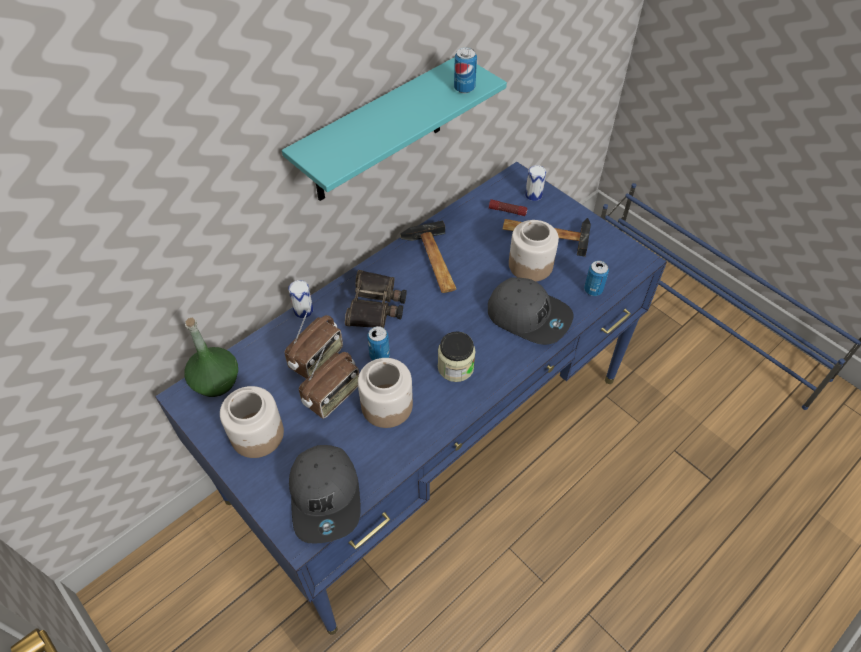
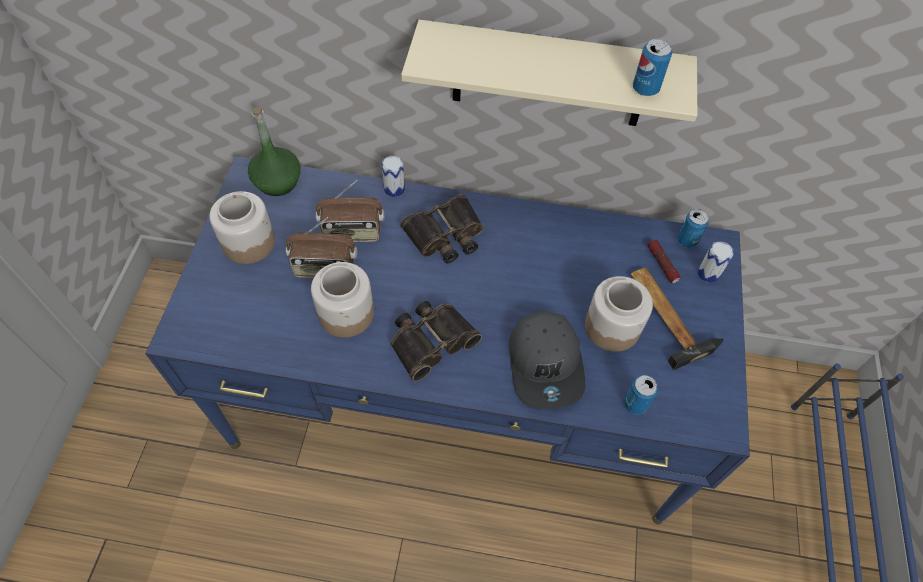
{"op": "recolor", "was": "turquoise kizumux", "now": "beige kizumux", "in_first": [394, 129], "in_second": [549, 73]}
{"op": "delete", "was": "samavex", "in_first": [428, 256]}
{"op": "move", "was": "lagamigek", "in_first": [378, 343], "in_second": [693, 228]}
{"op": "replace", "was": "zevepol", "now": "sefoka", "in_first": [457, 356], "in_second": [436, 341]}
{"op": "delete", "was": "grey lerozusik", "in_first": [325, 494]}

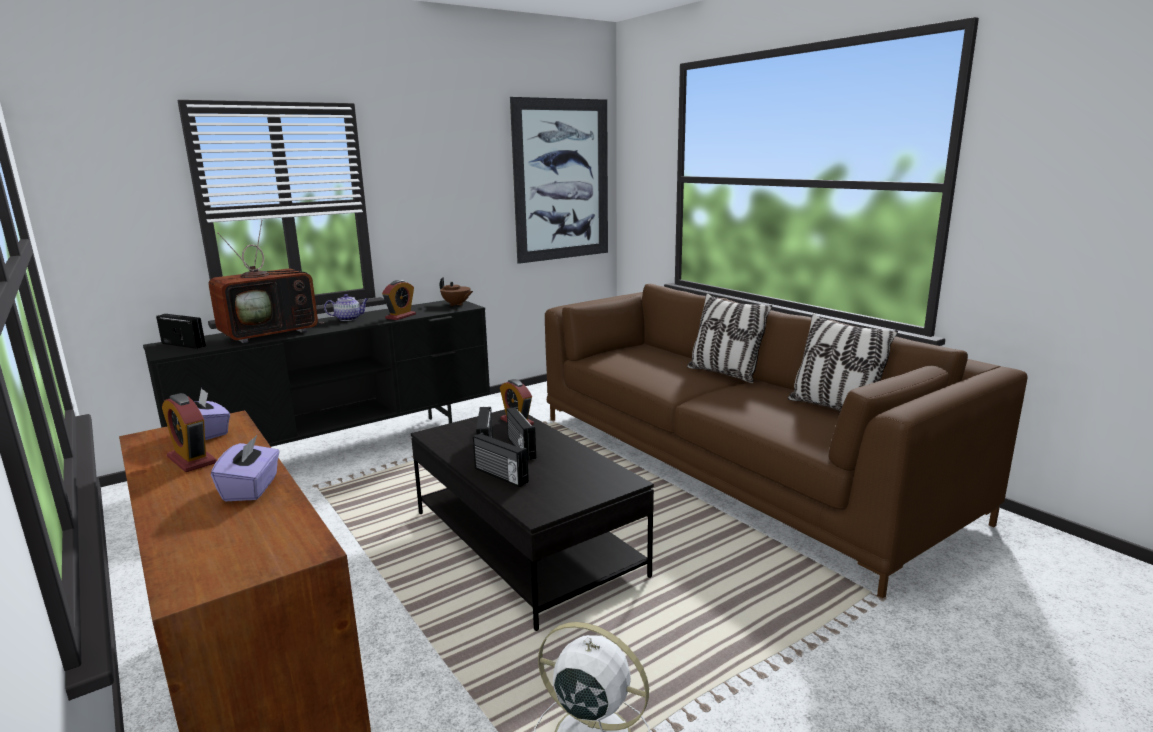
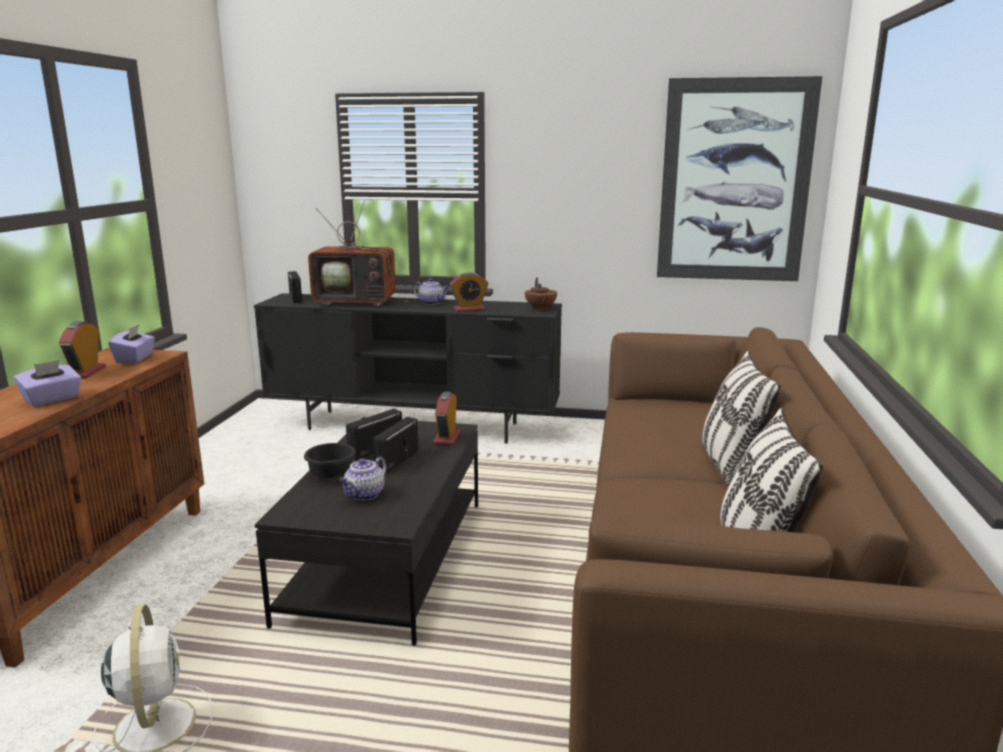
{"op": "replace", "was": "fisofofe", "now": "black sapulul", "in_first": [501, 460], "in_second": [330, 460]}
{"op": "insert", "now": "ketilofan", "in_second": [363, 478]}

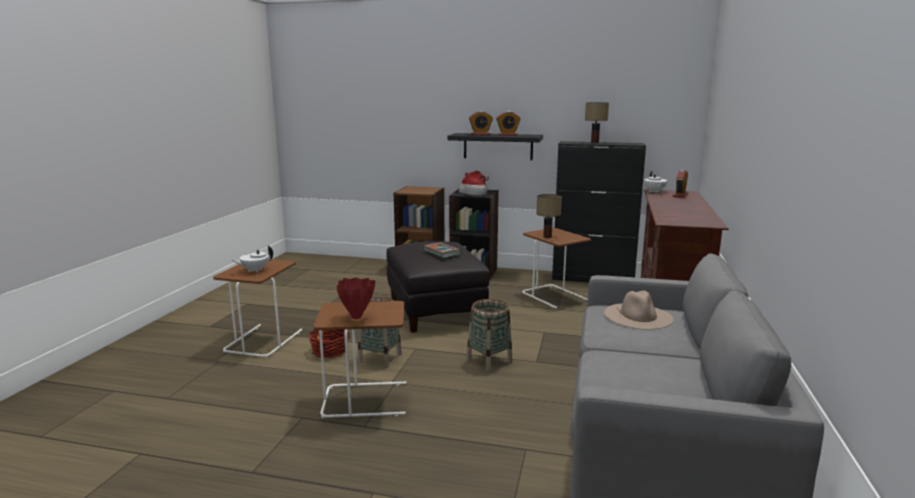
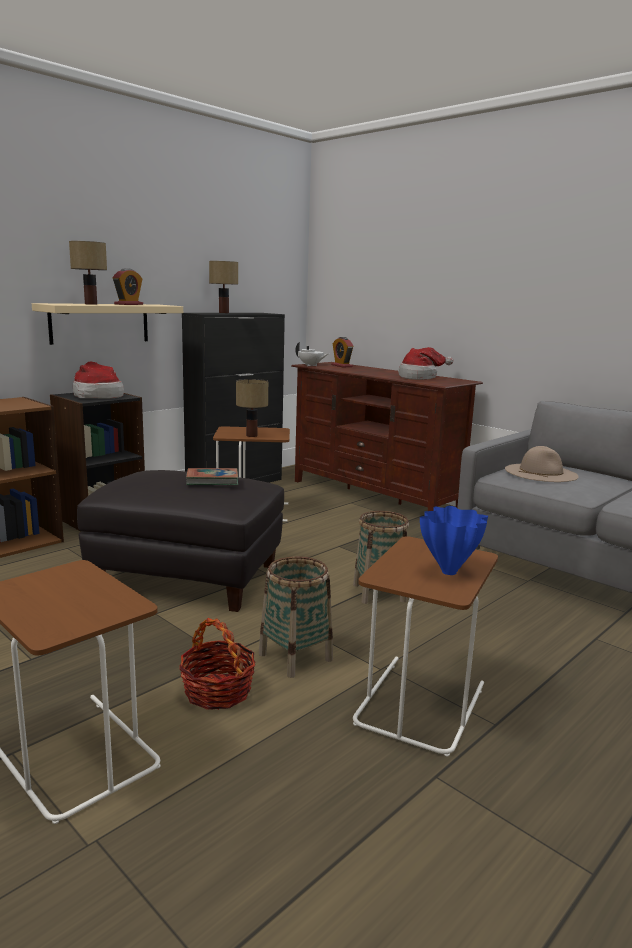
{"op": "replace", "was": "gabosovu", "now": "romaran", "in_first": [481, 123], "in_second": [88, 273]}
{"op": "recolor", "was": "black kizumux", "now": "beige kizumux", "in_first": [495, 146], "in_second": [107, 324]}
{"op": "delete", "was": "white ketilofan", "in_first": [252, 259]}
{"op": "recolor", "was": "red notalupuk", "now": "blue notalupuk", "in_first": [356, 298], "in_second": [454, 540]}
{"op": "insert", "now": "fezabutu", "in_second": [425, 363]}

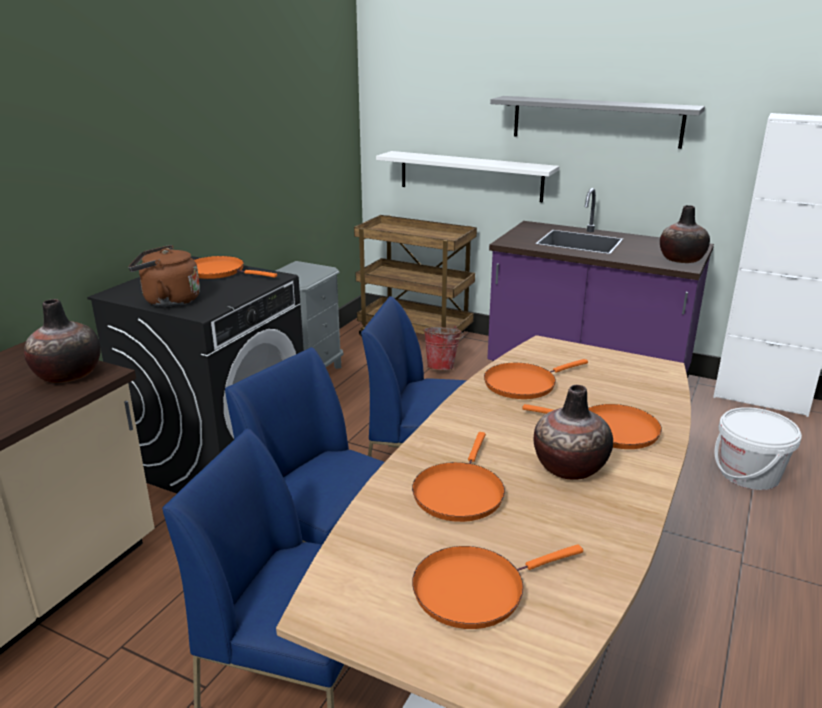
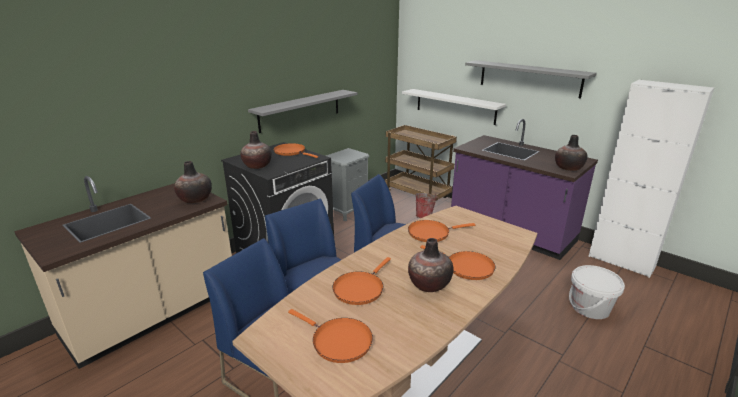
{"op": "replace", "was": "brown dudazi", "now": "notalupuk", "in_first": [164, 276], "in_second": [256, 150]}
{"op": "rotate", "was": "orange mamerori", "in_first": [497, 586], "in_second": [330, 336], "clockwise": -135}
{"op": "insert", "now": "grey kizumux", "in_second": [302, 111]}

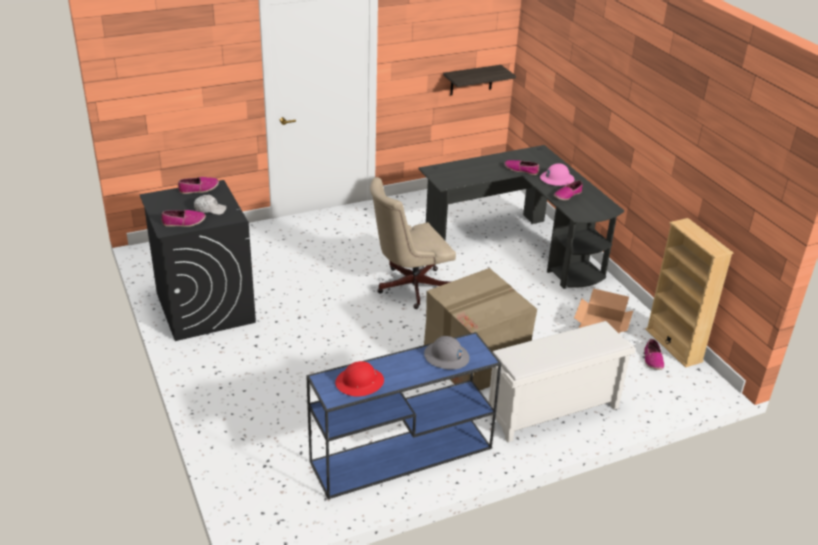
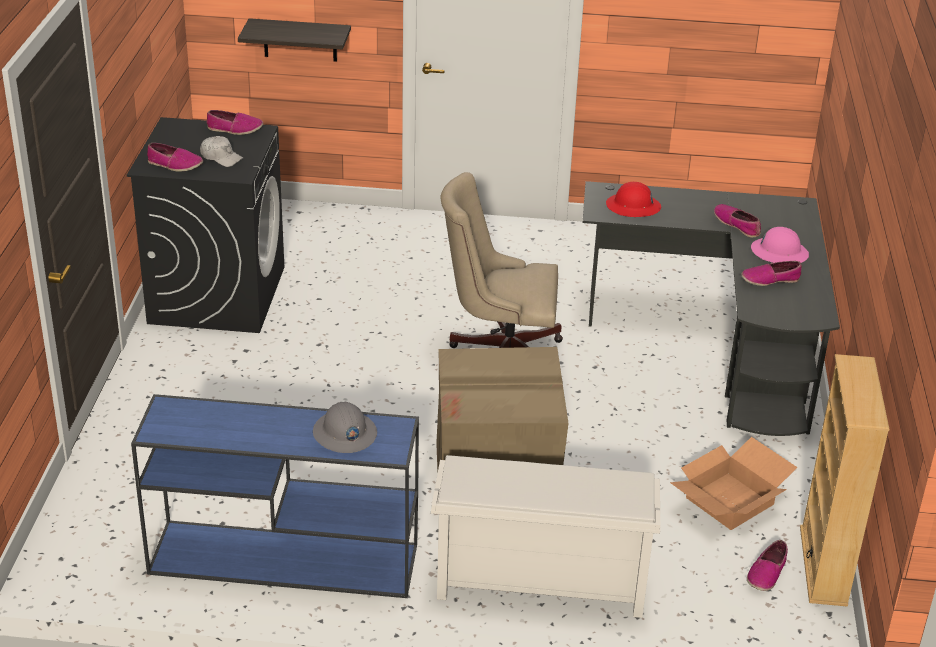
{"op": "move", "was": "kizumux", "in_first": [479, 80], "in_second": [294, 40]}
{"op": "move", "was": "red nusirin", "in_first": [359, 379], "in_second": [633, 199]}

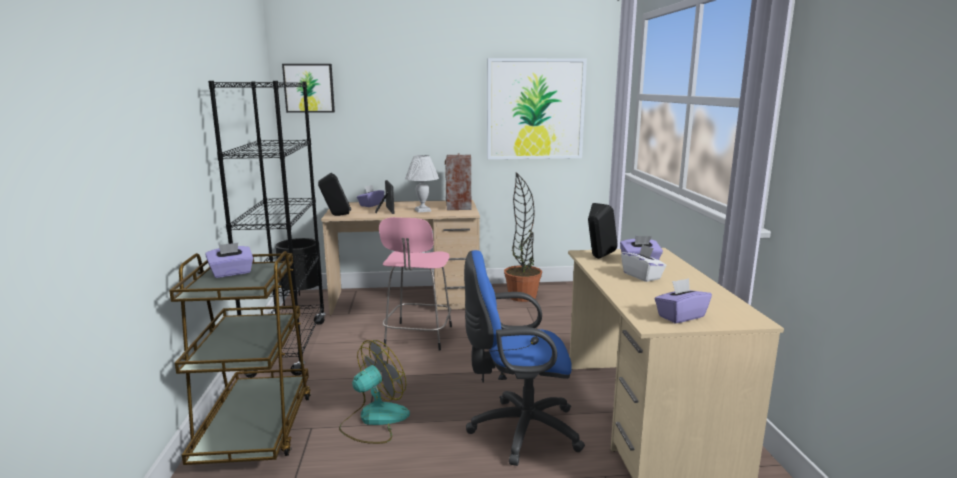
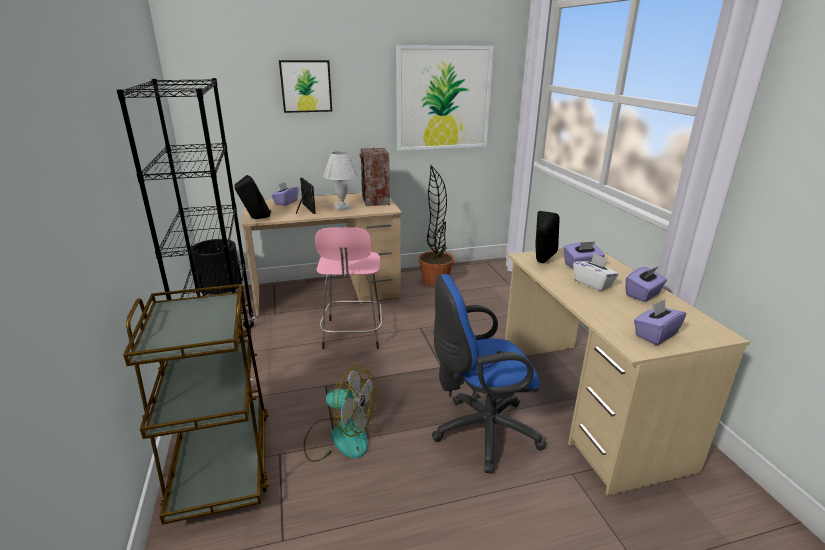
{"op": "move", "was": "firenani", "in_first": [308, 88], "in_second": [305, 86]}
{"op": "move", "was": "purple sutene", "in_first": [229, 260], "in_second": [646, 284]}
{"op": "rotate", "was": "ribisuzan", "in_first": [374, 392], "in_second": [340, 413], "clockwise": 75}

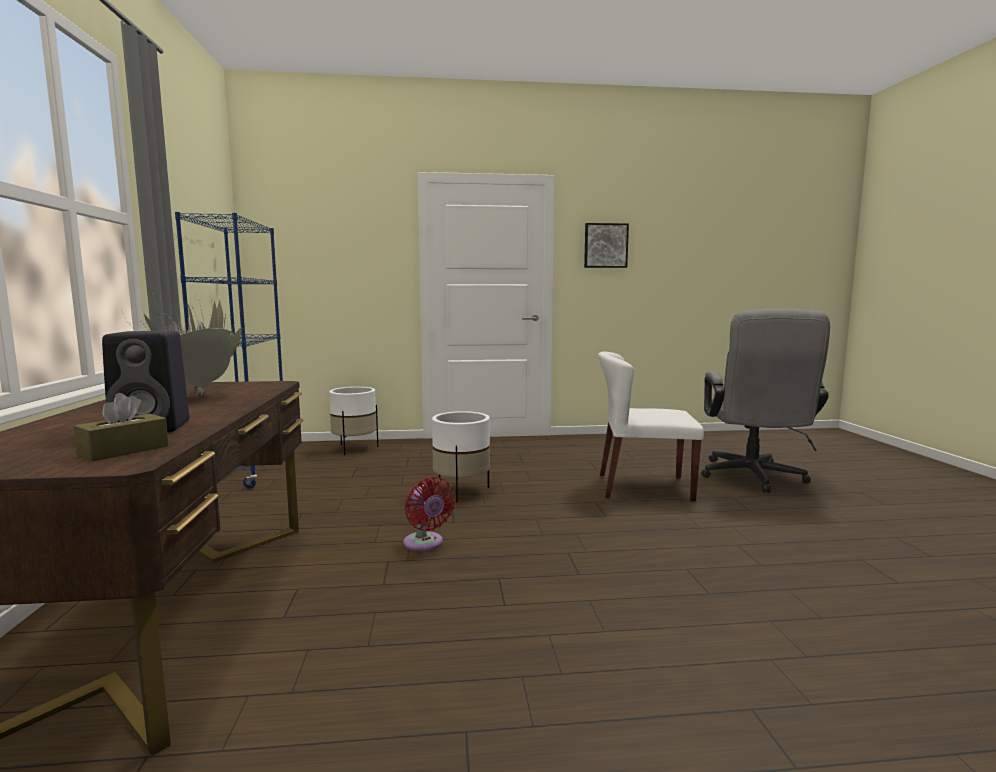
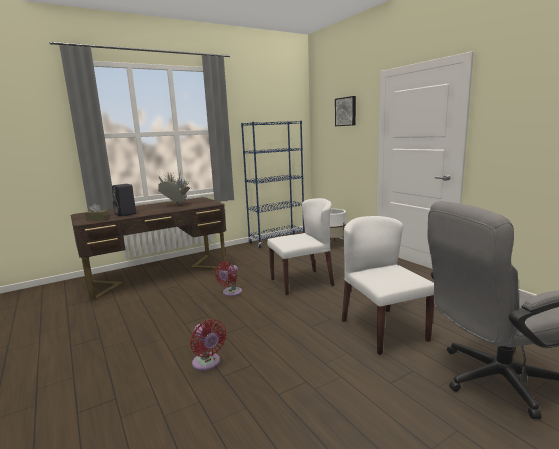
{"op": "move", "was": "firenani", "in_first": [606, 245], "in_second": [345, 111]}
{"op": "replace", "was": "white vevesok", "now": "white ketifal", "in_first": [461, 457], "in_second": [300, 246]}
{"op": "insert", "now": "red ribisuzan", "in_second": [208, 345]}

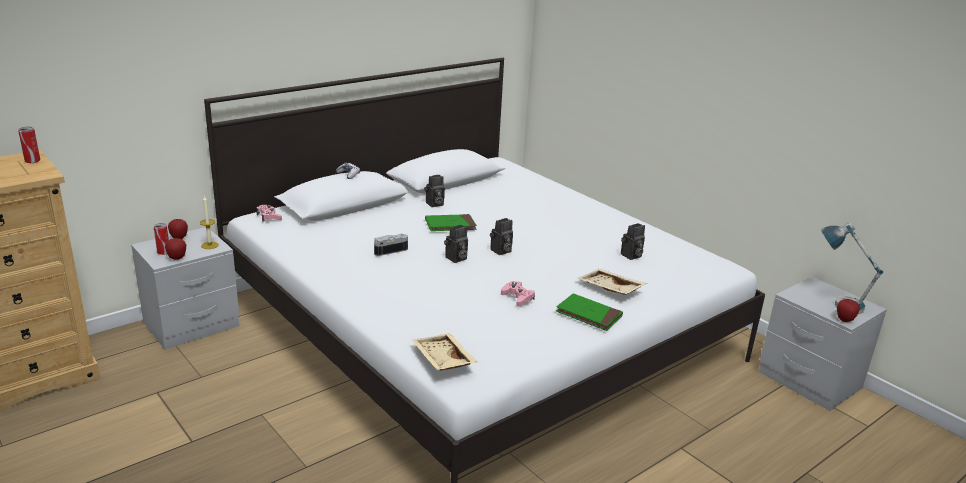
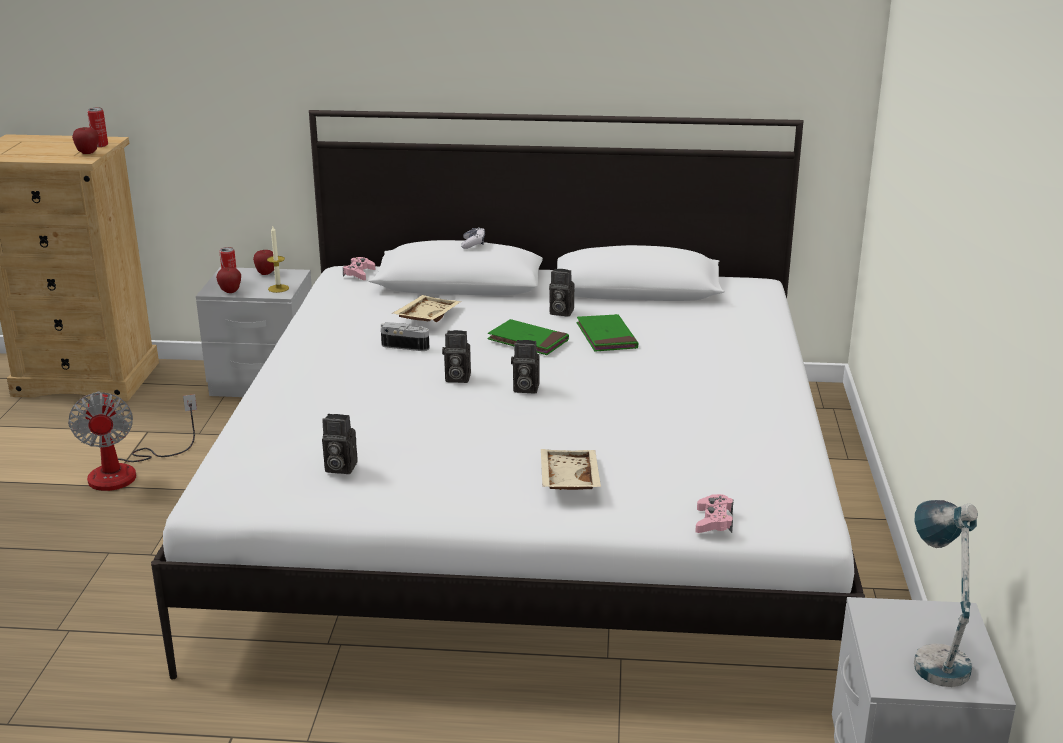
{"op": "move", "was": "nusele", "in_first": [633, 241], "in_second": [340, 444]}
{"op": "move", "was": "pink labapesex", "in_first": [518, 294], "in_second": [714, 513]}
{"op": "move", "was": "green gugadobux", "in_first": [589, 312], "in_second": [607, 333]}
{"op": "move", "was": "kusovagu", "in_first": [848, 310], "in_second": [85, 140]}
{"op": "move", "was": "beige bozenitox", "in_first": [444, 351], "in_second": [426, 308]}
{"op": "insert", "now": "ribisuzan", "in_second": [132, 441]}

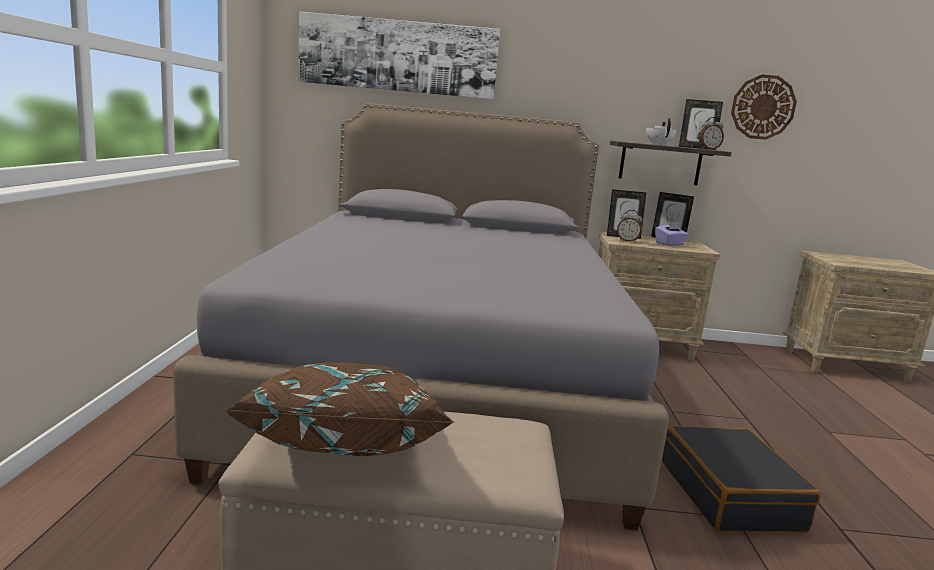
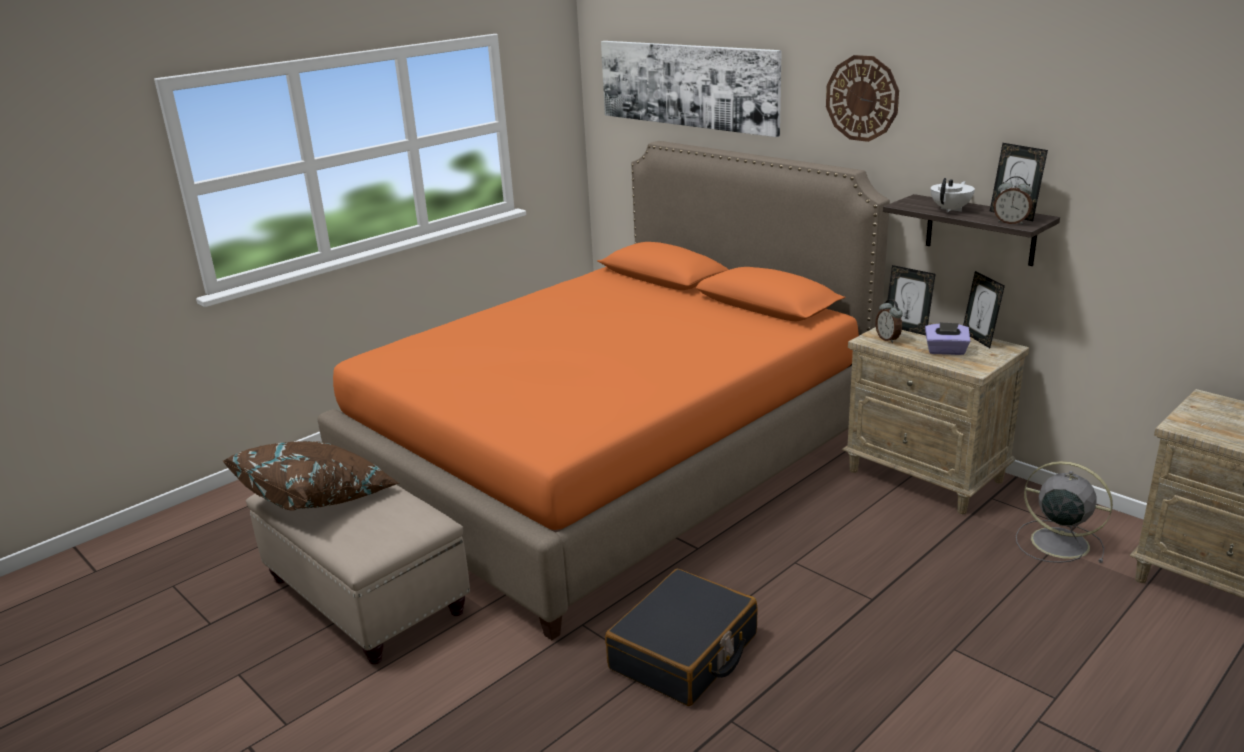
{"op": "move", "was": "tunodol", "in_first": [764, 107], "in_second": [862, 98]}
{"op": "recolor", "was": "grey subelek", "now": "orange subelek", "in_first": [421, 317], "in_second": [604, 390]}
{"op": "insert", "now": "grey ribisuzan", "in_second": [1064, 512]}

